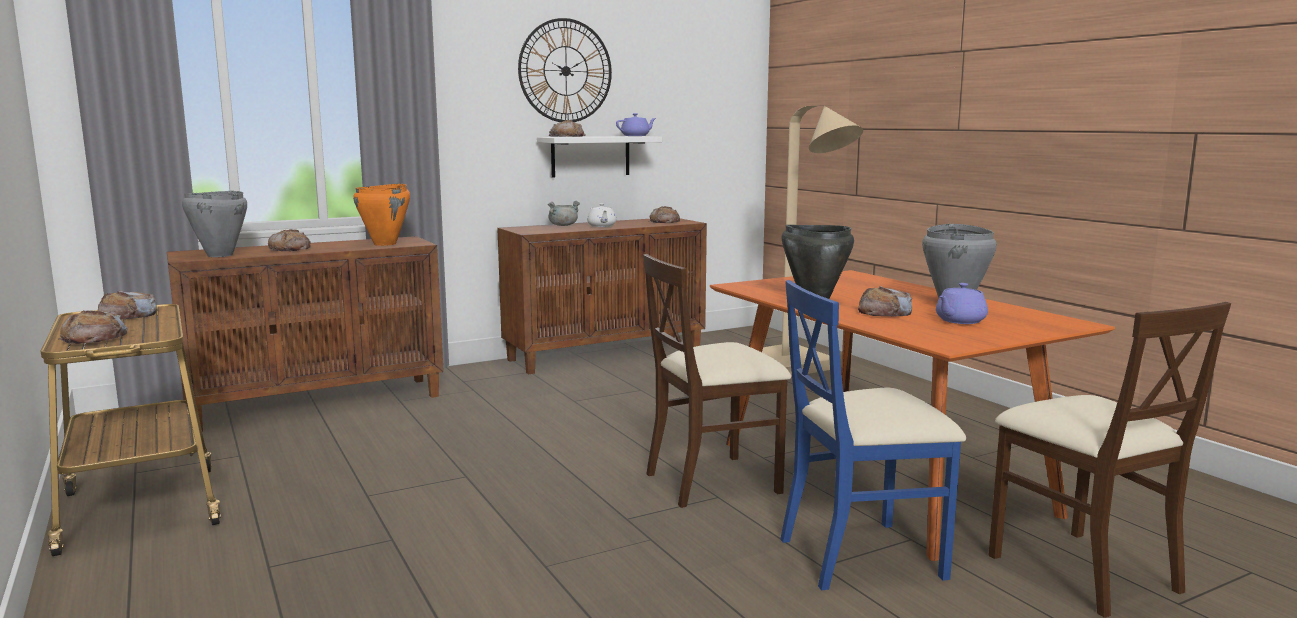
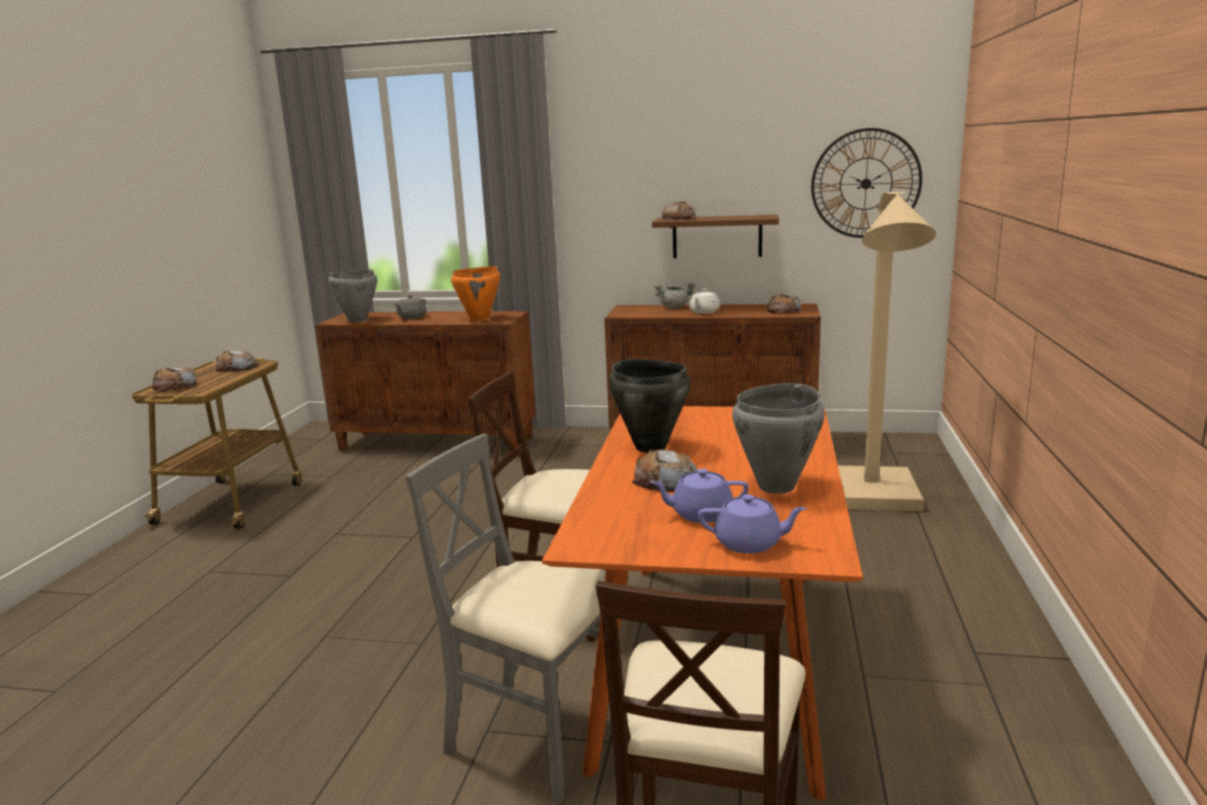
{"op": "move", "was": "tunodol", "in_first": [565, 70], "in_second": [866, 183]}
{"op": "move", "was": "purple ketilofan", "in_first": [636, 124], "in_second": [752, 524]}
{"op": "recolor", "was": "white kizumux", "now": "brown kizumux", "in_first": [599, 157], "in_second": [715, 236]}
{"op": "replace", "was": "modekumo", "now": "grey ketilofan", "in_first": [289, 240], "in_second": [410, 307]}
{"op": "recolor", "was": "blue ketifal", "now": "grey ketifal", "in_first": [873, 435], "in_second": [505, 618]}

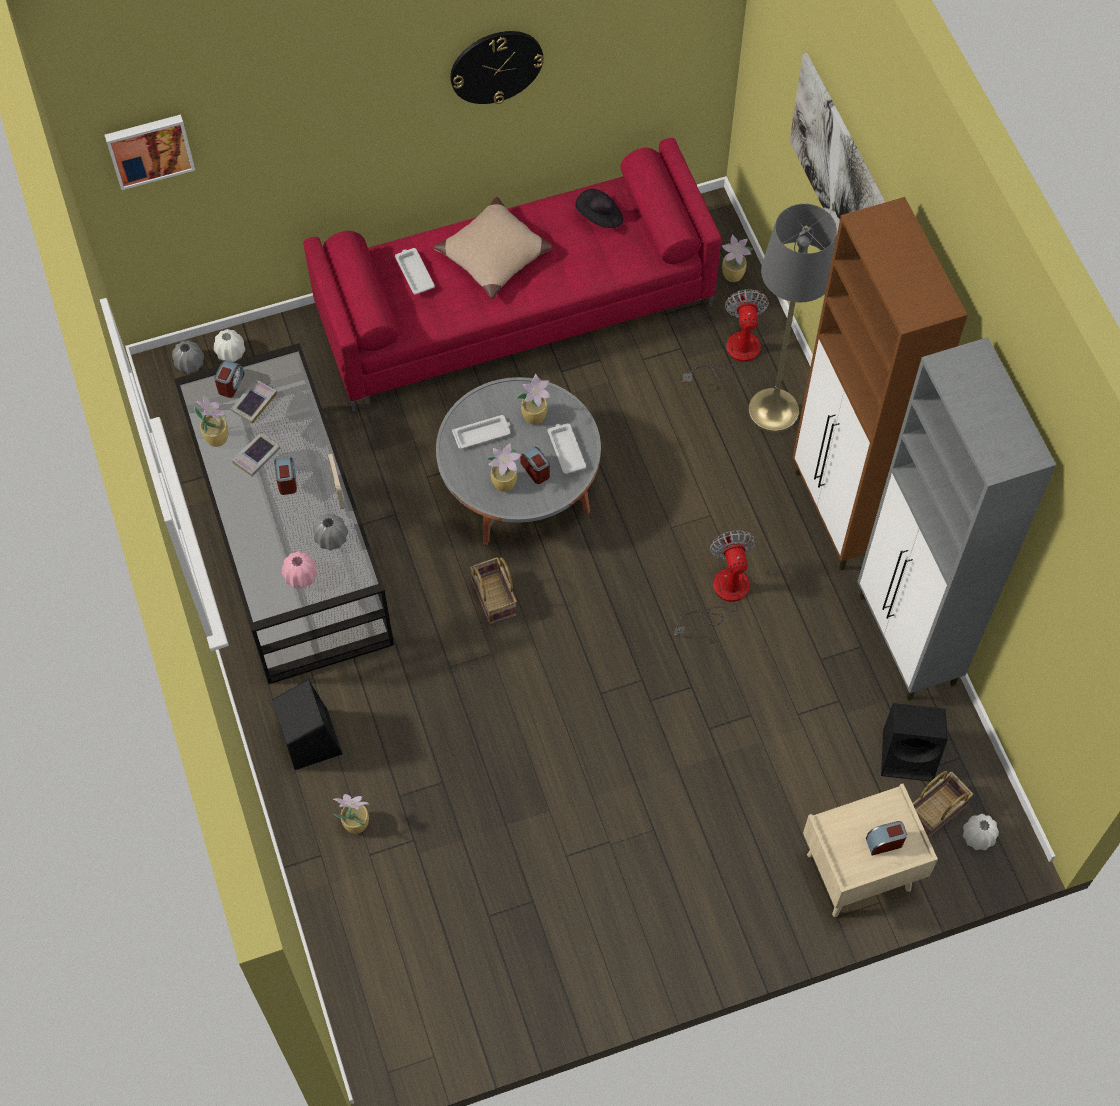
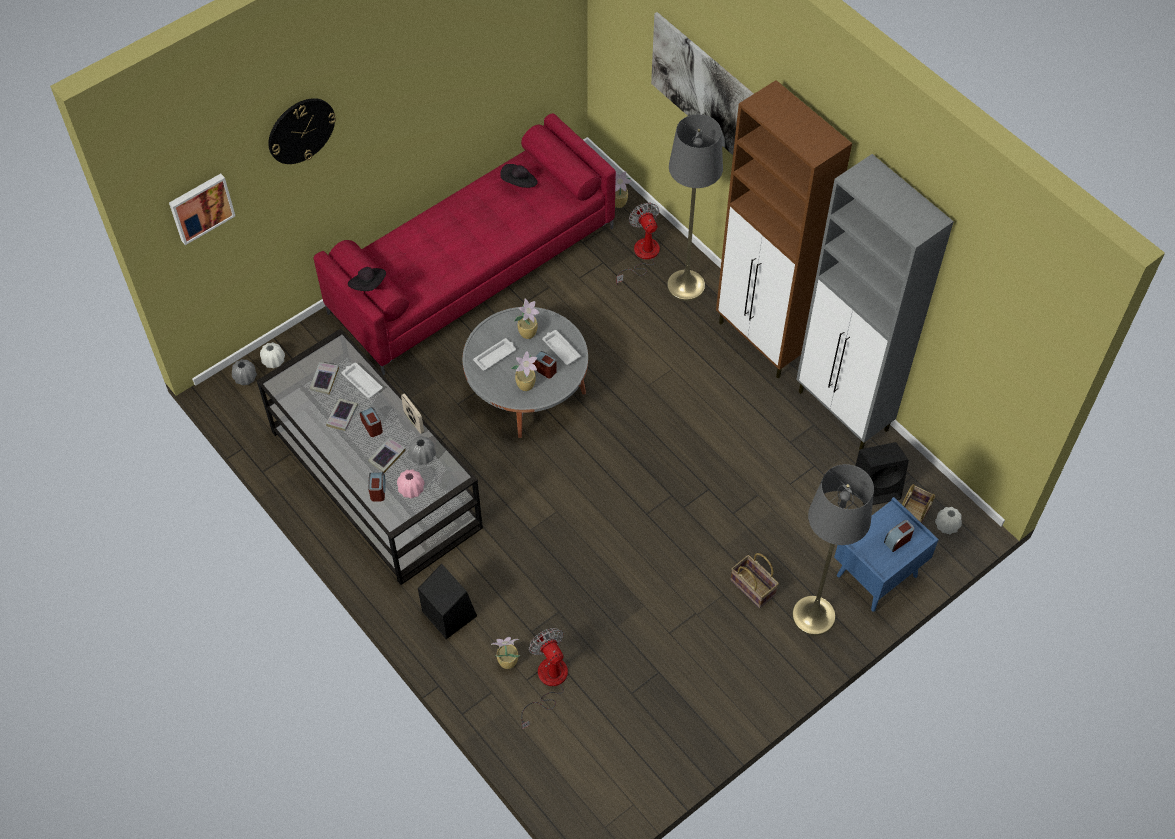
{"op": "move", "was": "tunodol", "in_first": [497, 67], "in_second": [302, 131]}
{"op": "delete", "was": "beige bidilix", "in_first": [493, 248]}
{"op": "move", "was": "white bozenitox", "in_first": [415, 271], "in_second": [362, 380]}
{"op": "move", "was": "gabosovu", "in_first": [229, 379], "in_second": [377, 487]}
{"op": "delete", "was": "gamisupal", "in_first": [211, 421]}
{"op": "move", "was": "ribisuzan", "in_first": [715, 582], "in_second": [544, 678]}
{"op": "move", "was": "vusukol", "in_first": [493, 591], "in_second": [755, 580]}
{"op": "recolor", "was": "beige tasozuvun", "now": "blue tasozuvun", "in_first": [870, 850], "in_second": [886, 554]}
{"op": "insert", "now": "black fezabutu", "in_second": [367, 279]}
{"op": "insert", "now": "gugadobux", "in_second": [387, 455]}
{"op": "insert", "now": "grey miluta", "in_second": [833, 550]}

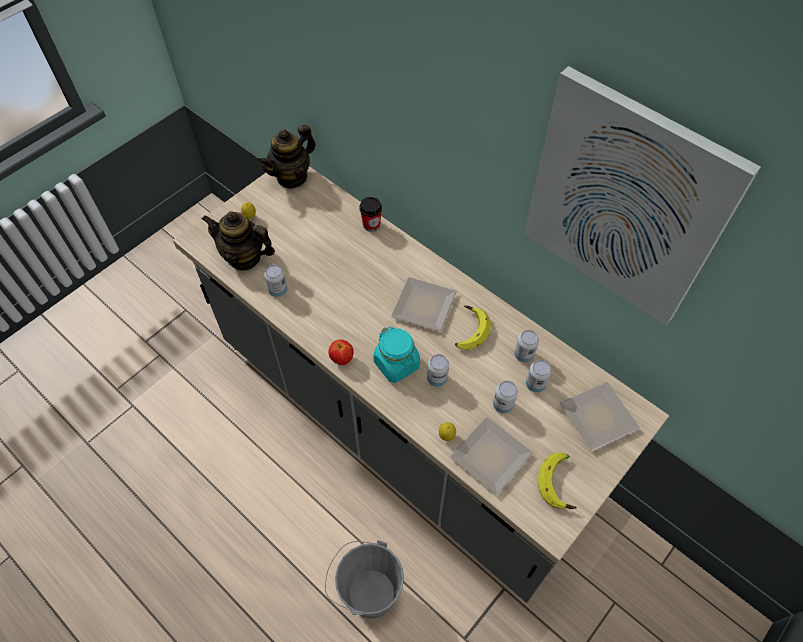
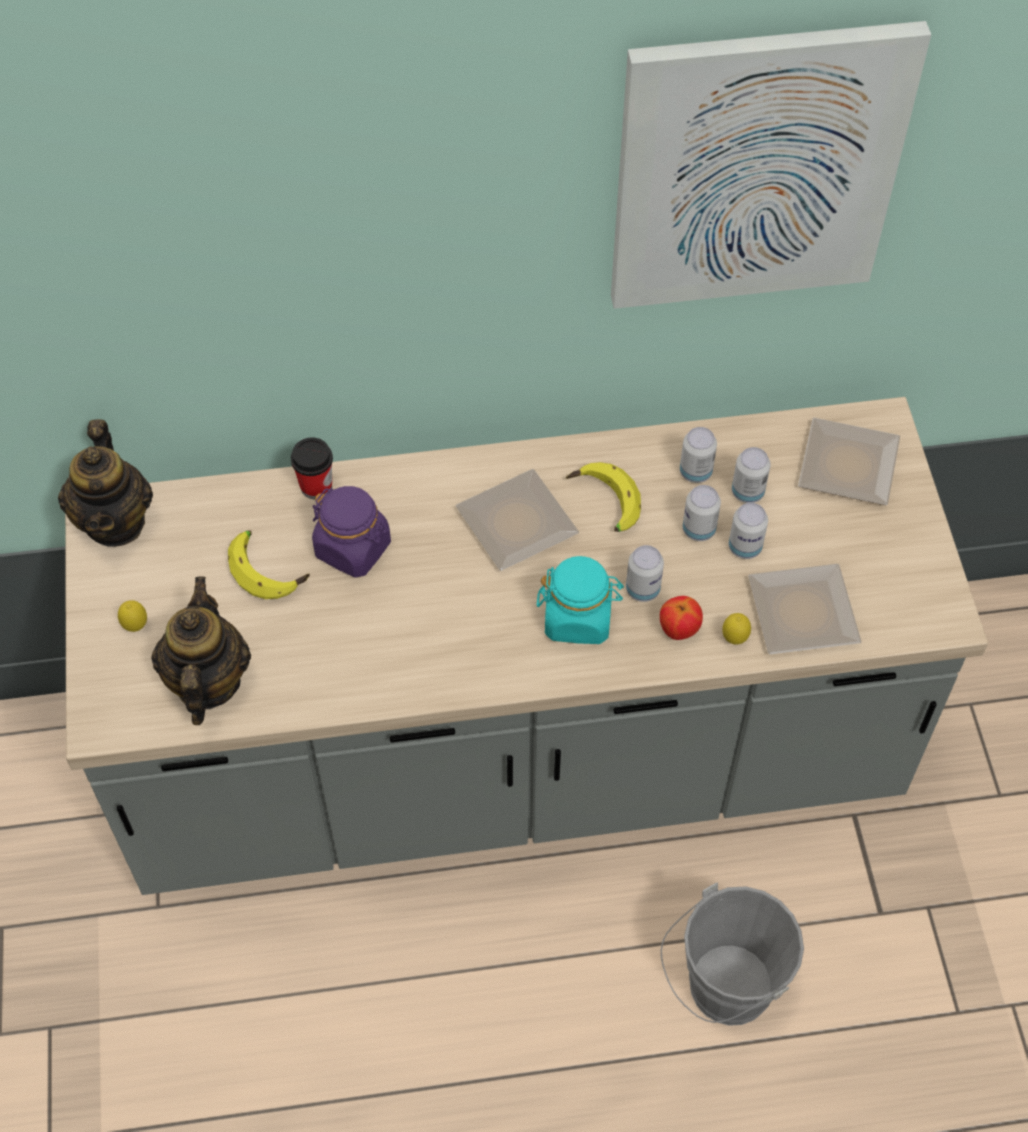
{"op": "rotate", "was": "ketilofan", "in_first": [238, 241], "in_second": [201, 650], "clockwise": 120}
{"op": "move", "was": "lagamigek", "in_first": [276, 281], "in_second": [701, 513]}
{"op": "move", "was": "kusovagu", "in_first": [341, 352], "in_second": [681, 618]}
{"op": "move", "was": "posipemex", "in_first": [557, 481], "in_second": [269, 564]}
{"op": "insert", "now": "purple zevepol", "in_second": [351, 532]}

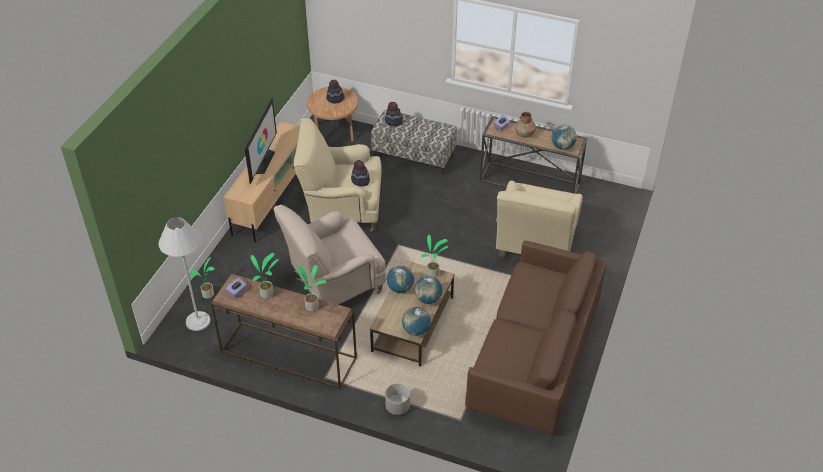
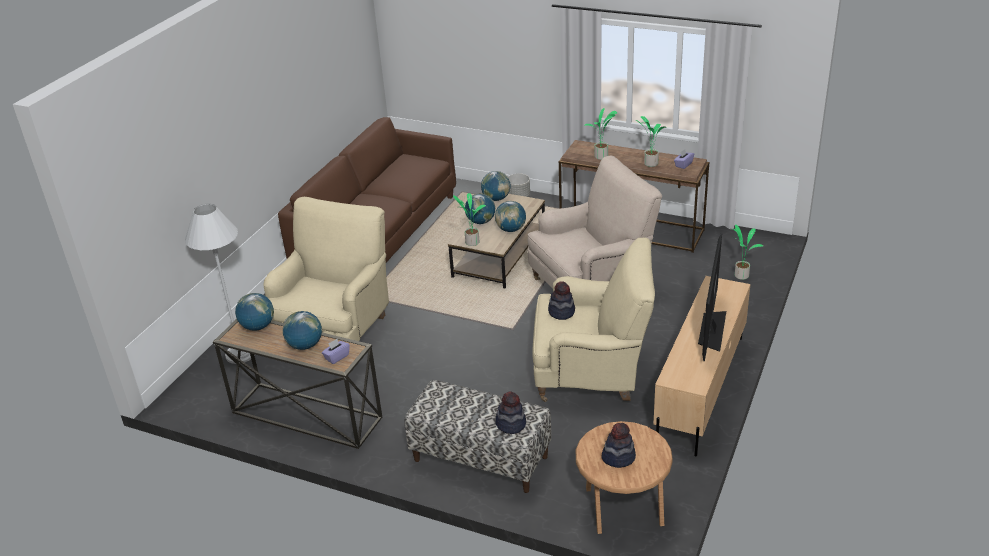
{"op": "replace", "was": "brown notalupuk", "now": "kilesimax", "in_first": [525, 125], "in_second": [302, 330]}
{"op": "move", "was": "white miluta", "in_first": [185, 274], "in_second": [220, 284]}

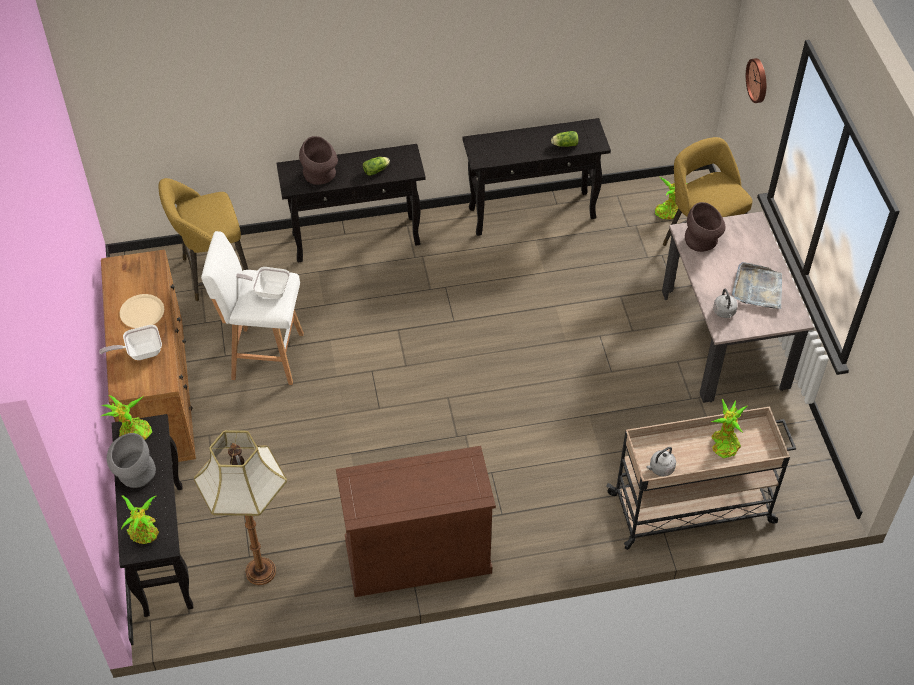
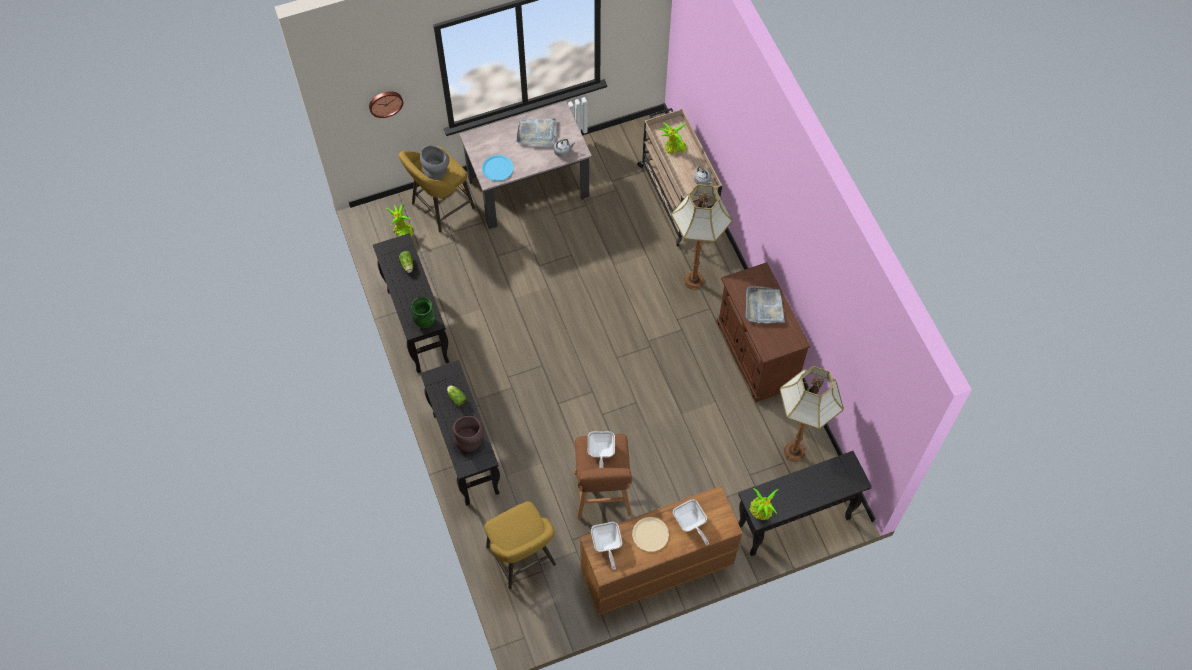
{"op": "replace", "was": "brown notalupuk", "now": "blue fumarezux", "in_first": [705, 227], "in_second": [498, 168]}
{"op": "recolor", "was": "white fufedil", "now": "brown fufedil", "in_first": [252, 308], "in_second": [603, 476]}
{"op": "move", "was": "grey notalupuk", "in_first": [131, 460], "in_second": [434, 163]}
{"op": "delete", "was": "gamisupal", "in_first": [140, 519]}
{"op": "insert", "now": "miluta", "in_second": [702, 237]}
{"op": "insert", "now": "grey bozenitox", "in_second": [765, 304]}
{"op": "insert", "now": "green notalupuk", "in_second": [423, 312]}
{"op": "insert", "now": "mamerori", "in_second": [606, 546]}

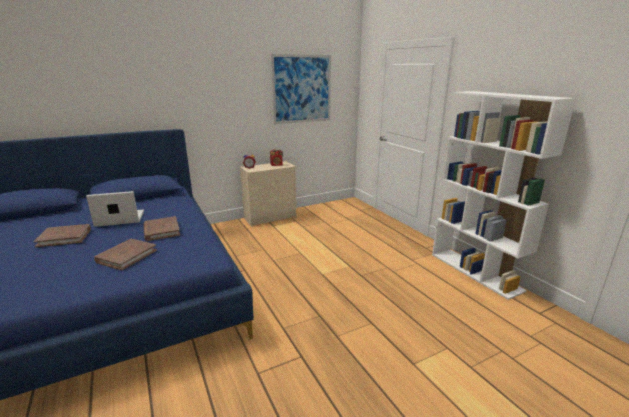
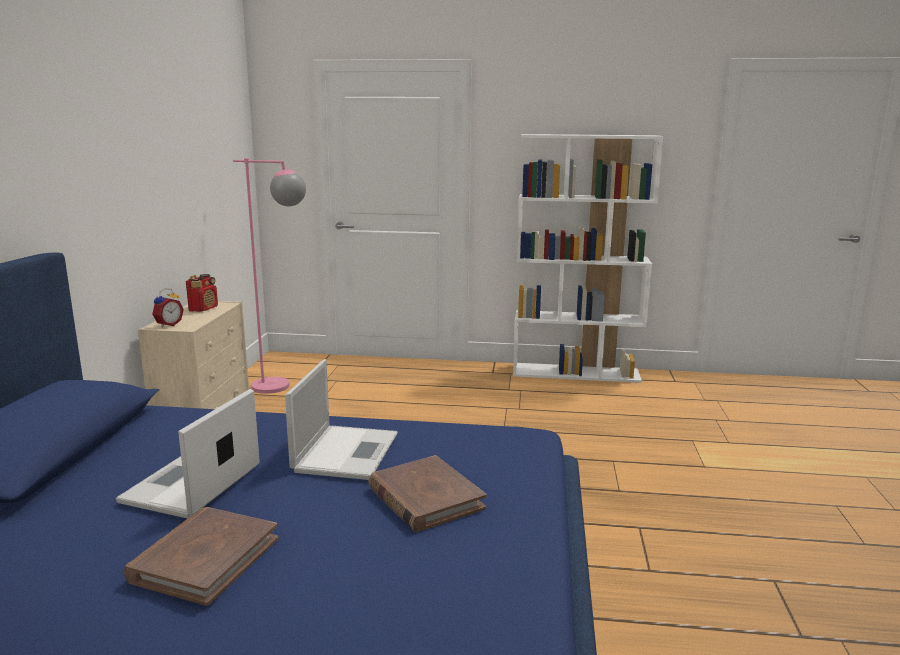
{"op": "delete", "was": "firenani", "in_first": [301, 89]}
{"op": "replace", "was": "brown gugadobux", "now": "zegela", "in_first": [161, 228], "in_second": [341, 419]}
{"op": "insert", "now": "pink miluta", "in_second": [269, 276]}

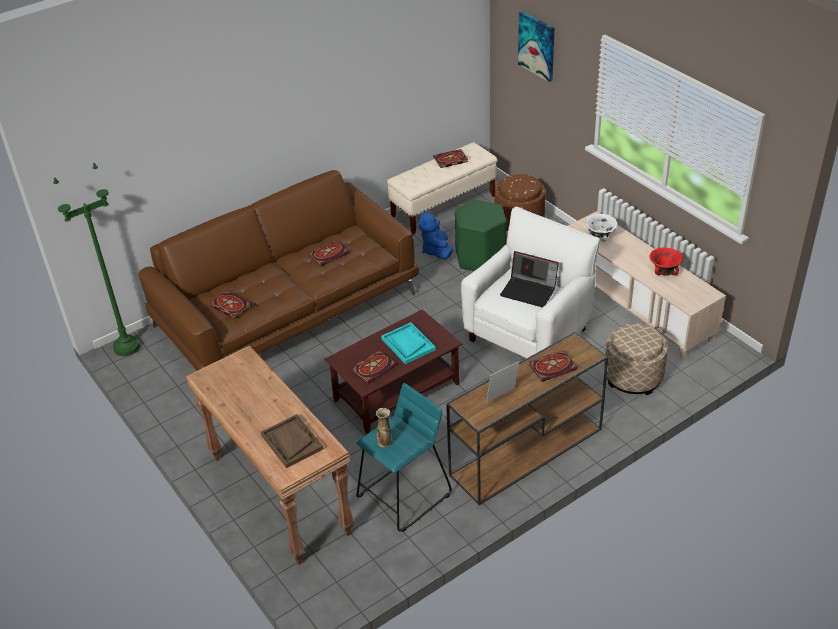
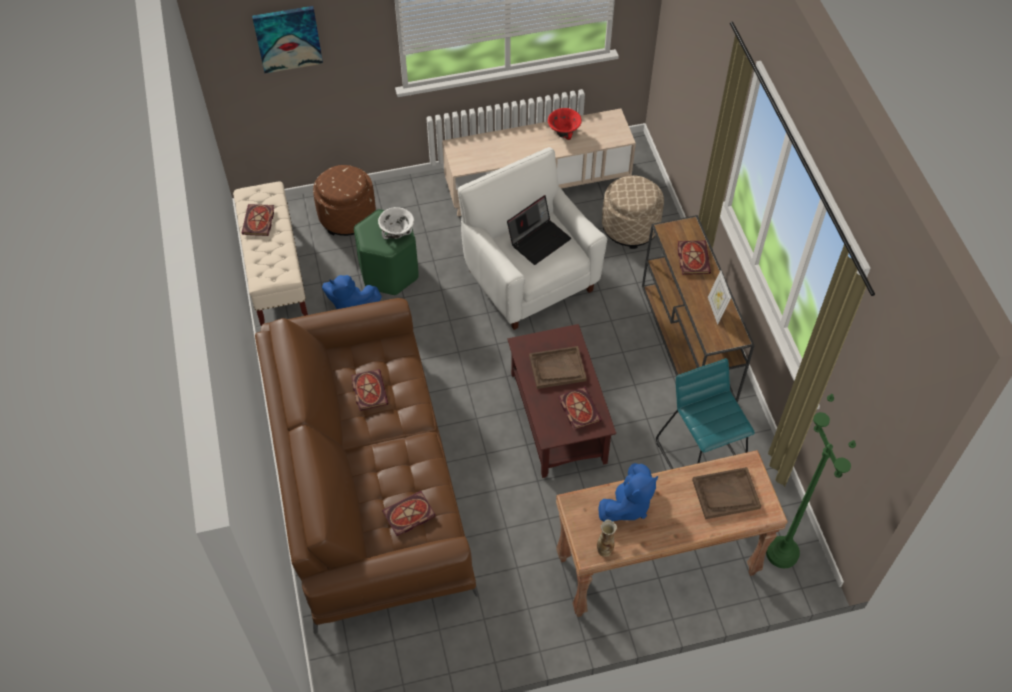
{"op": "move", "was": "green miluta", "in_first": [96, 259], "in_second": [811, 481]}
{"op": "move", "was": "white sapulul", "in_first": [602, 228], "in_second": [396, 223]}
{"op": "recolor", "was": "turquoise bozenitox", "now": "brown bozenitox", "in_first": [408, 343], "in_second": [558, 367]}
{"op": "move", "was": "notalupuk", "in_first": [384, 427], "in_second": [607, 538]}
{"op": "insert", "now": "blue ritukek", "in_second": [628, 492]}

